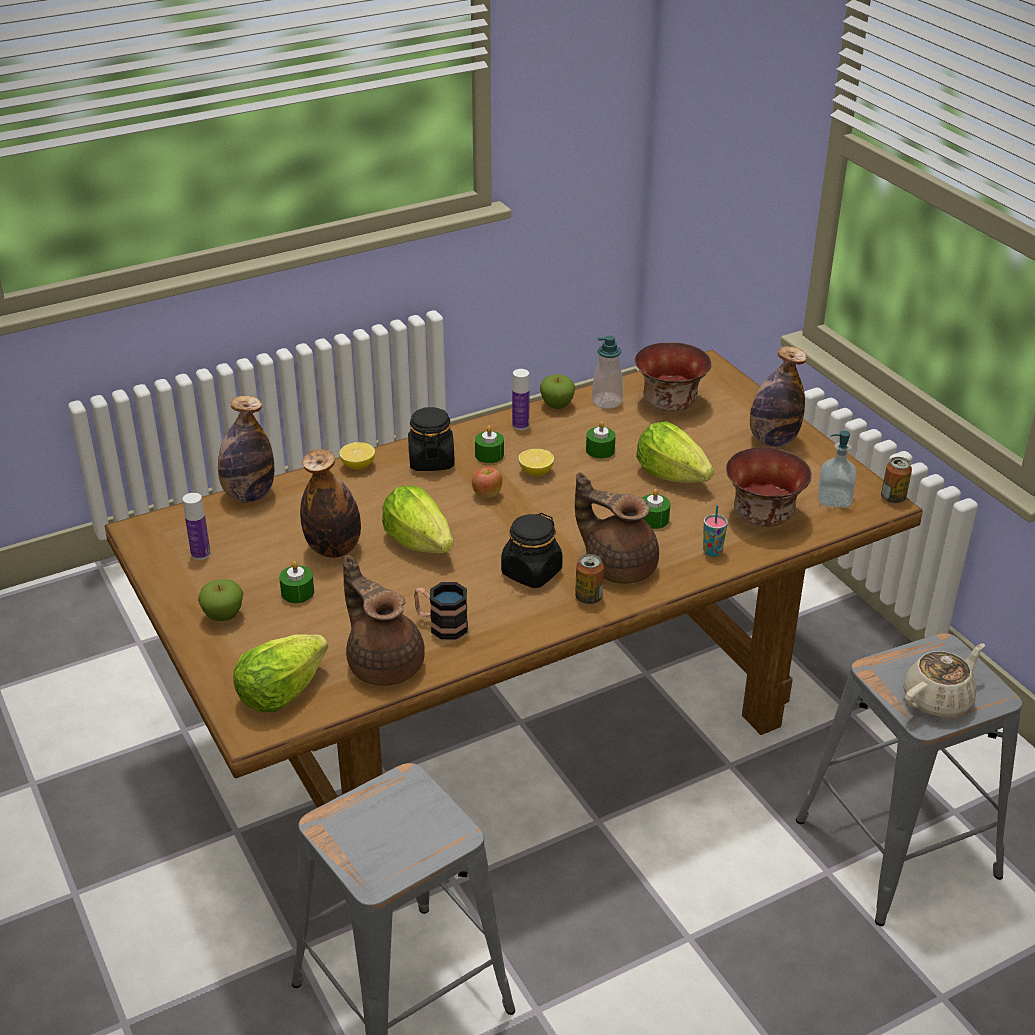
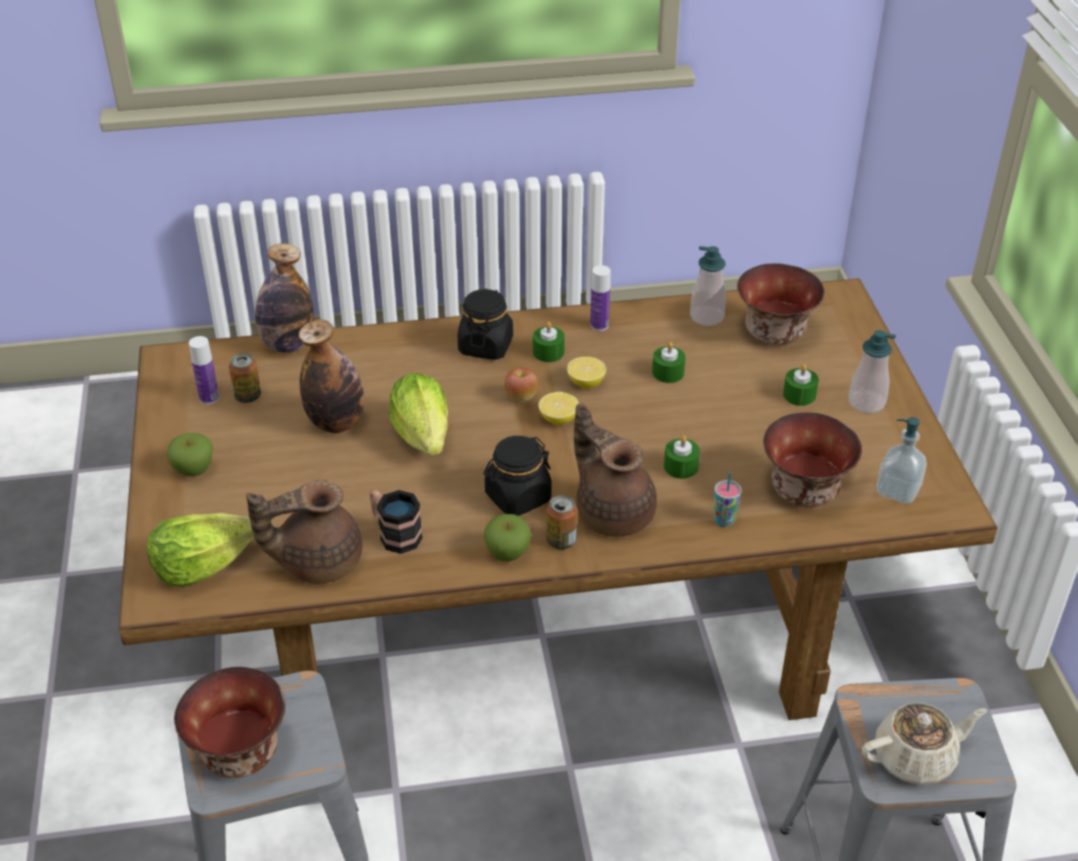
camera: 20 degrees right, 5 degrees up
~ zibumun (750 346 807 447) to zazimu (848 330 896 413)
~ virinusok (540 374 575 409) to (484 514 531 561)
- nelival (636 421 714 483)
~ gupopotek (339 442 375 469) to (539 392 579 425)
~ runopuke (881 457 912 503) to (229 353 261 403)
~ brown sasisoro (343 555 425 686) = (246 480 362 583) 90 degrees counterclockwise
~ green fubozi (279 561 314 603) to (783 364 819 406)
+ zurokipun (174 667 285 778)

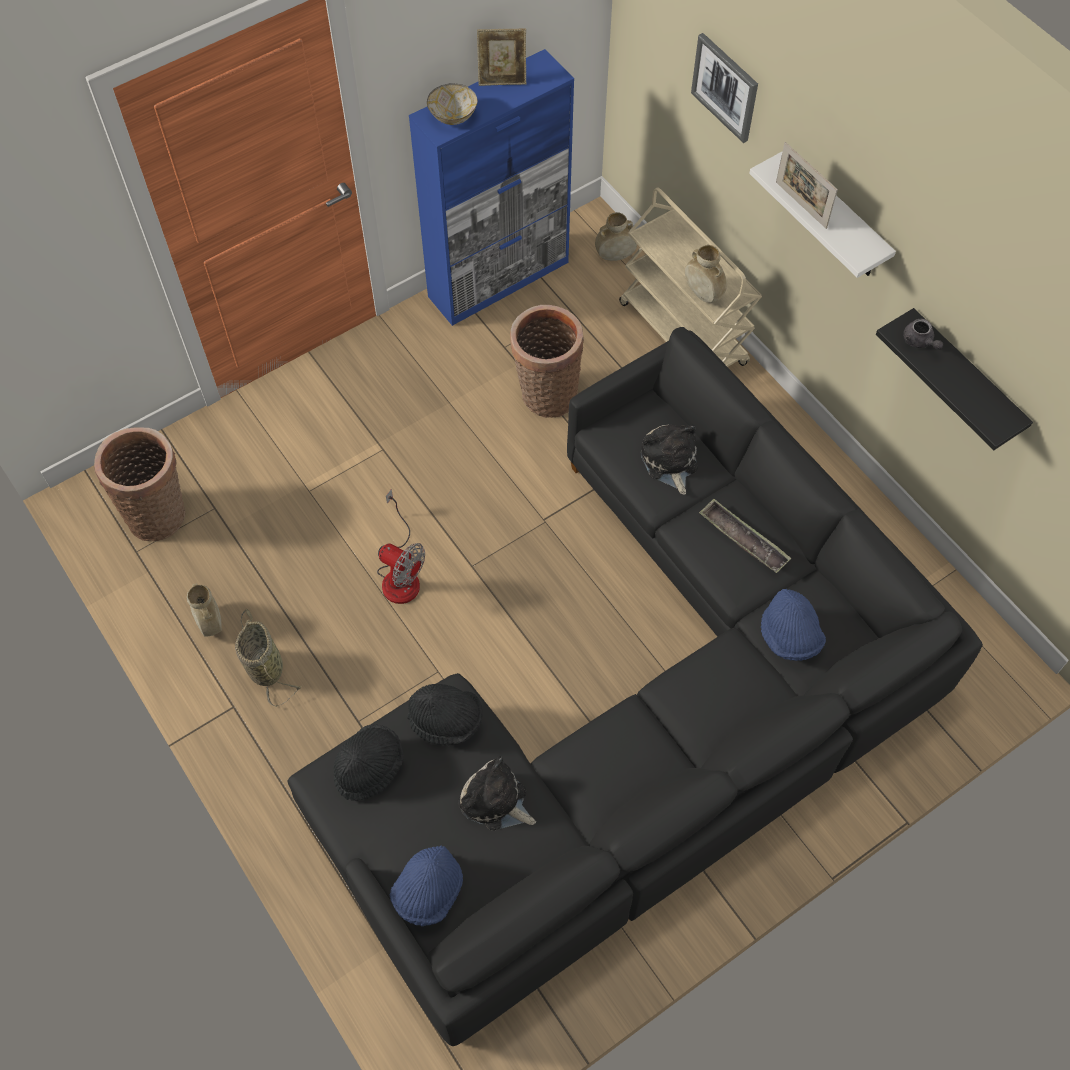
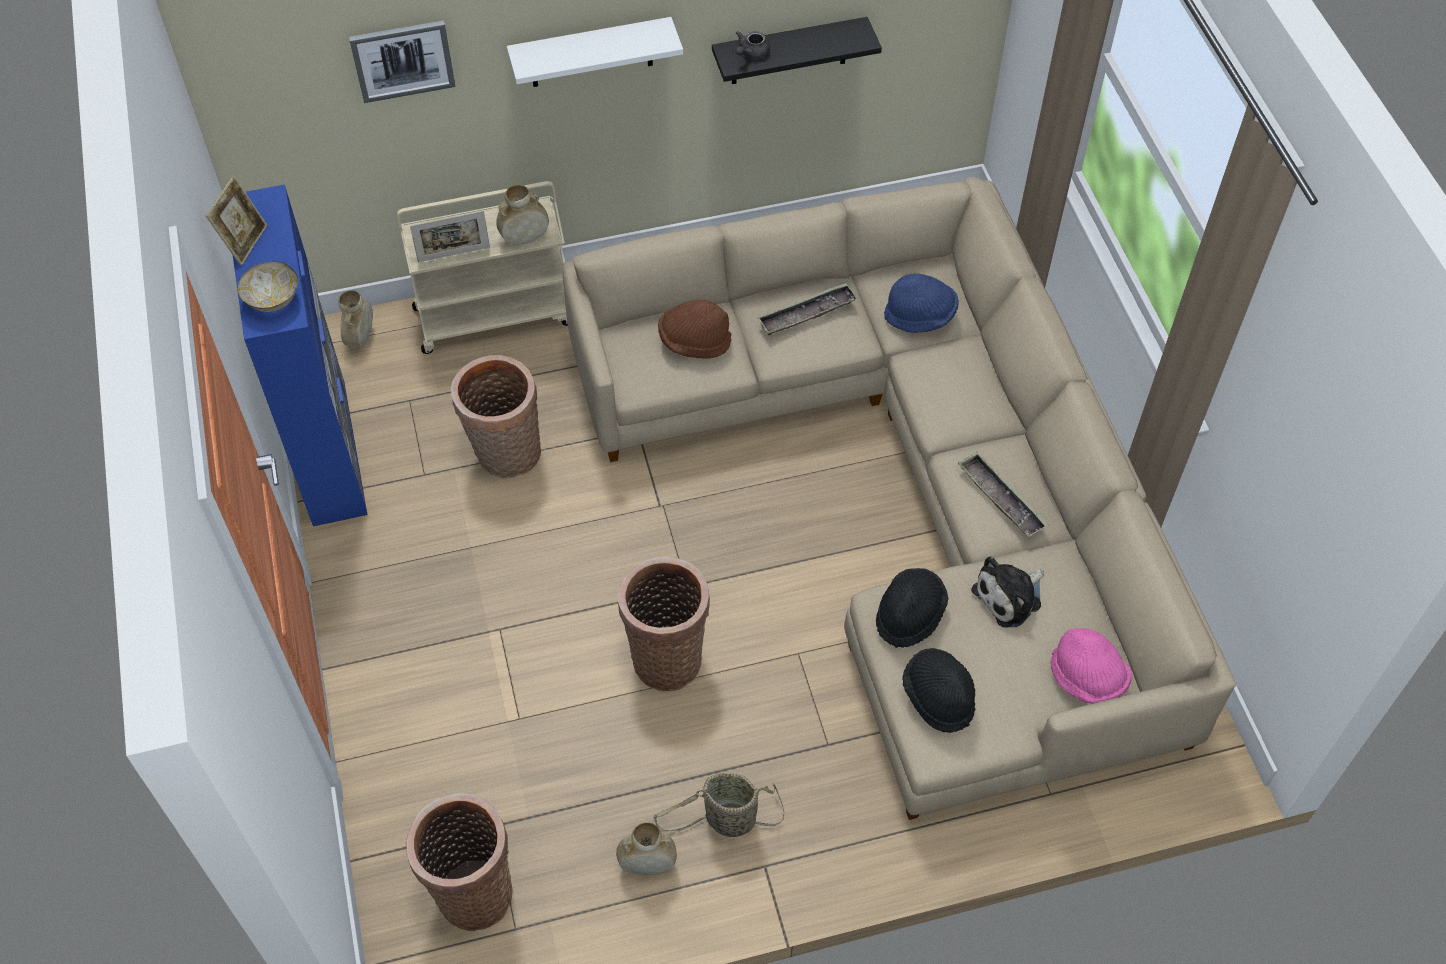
camera: 70 degrees left, 5 degrees down
~ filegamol (776 142 838 229) to (410 211 490 262)
~ grey sasisoro (903 319 943 350) = (736 31 770 59) 135 degrees clockwise
~ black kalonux (287 327 983 1046) to beige kalonux (562 177 1236 820)
~ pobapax (641 424 698 495) to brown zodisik (658 300 731 359)
~ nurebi (377 489 425 604) to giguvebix (618 557 710 691)
~ blue zodisik (390 846 463 926) to pink zodisik (1050 628 1132 704)
+ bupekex (958 452 1048 537)

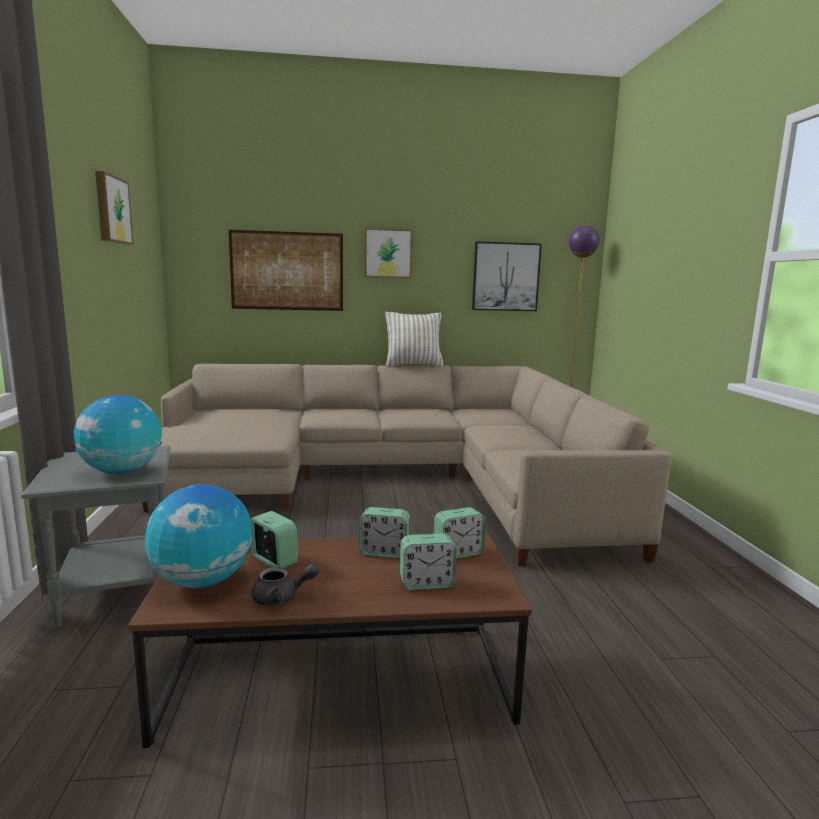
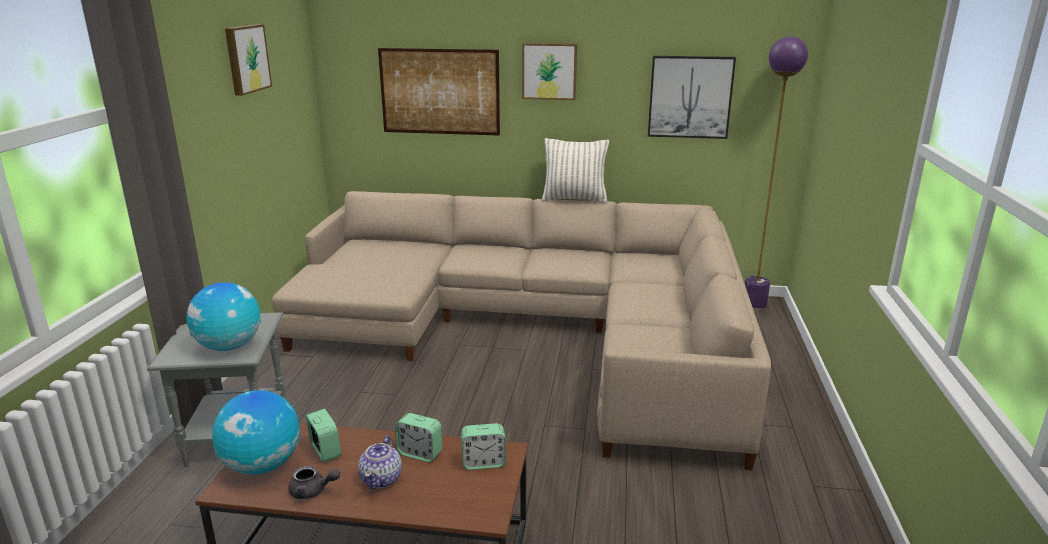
camera: 15 degrees right, 10 degrees up
- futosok (400 533 456 590)
+ sasisoro (358 435 402 489)

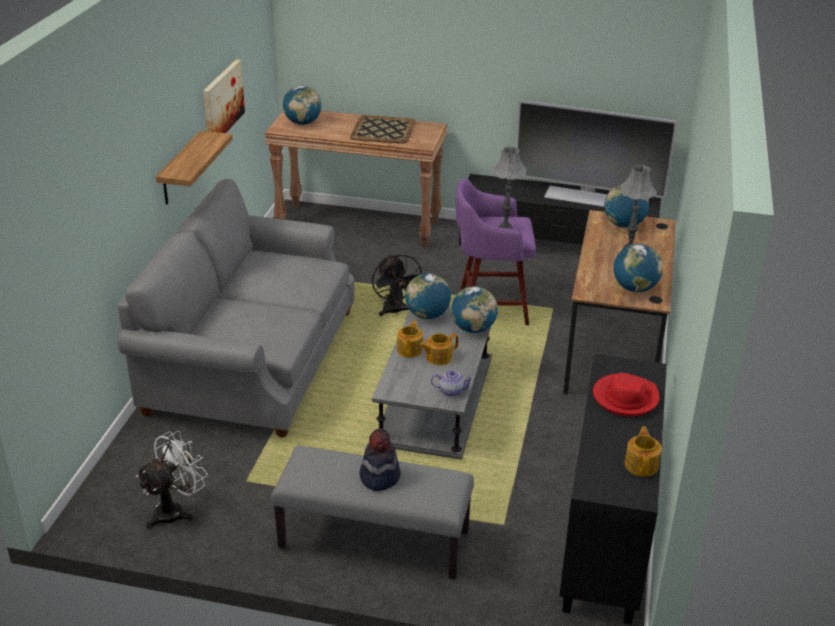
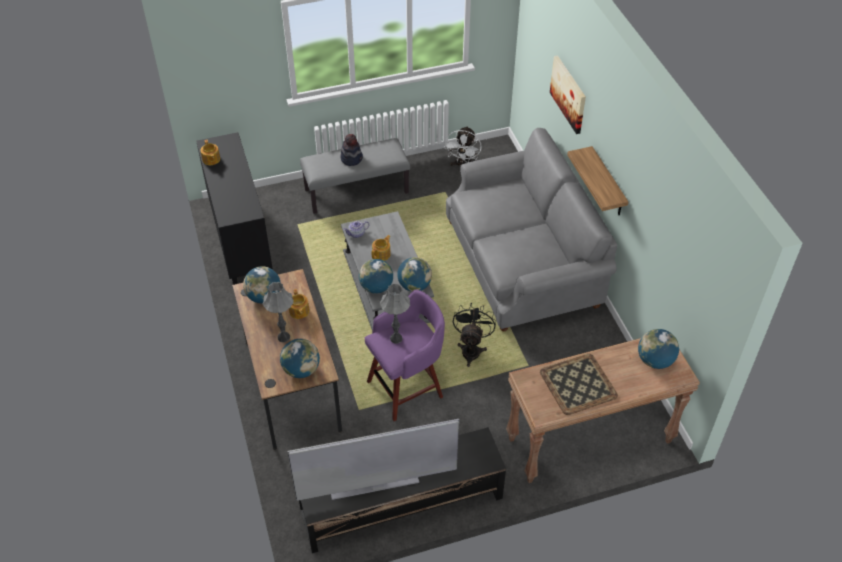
camera: 150 degrees right, 15 degrees up
~ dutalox (203 59 245 133) to (550 55 586 134)
~ black nurebi (372 254 422 316) = (453 303 496 367) 60 degrees clockwise
~ sasisoro (397 320 423 357) to (289 289 310 319)
- red zodisik (593 373 659 416)

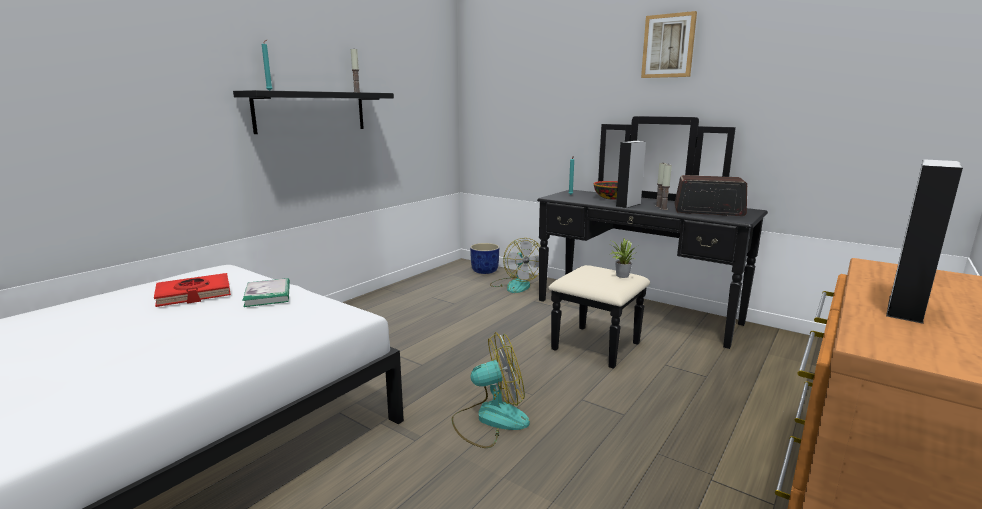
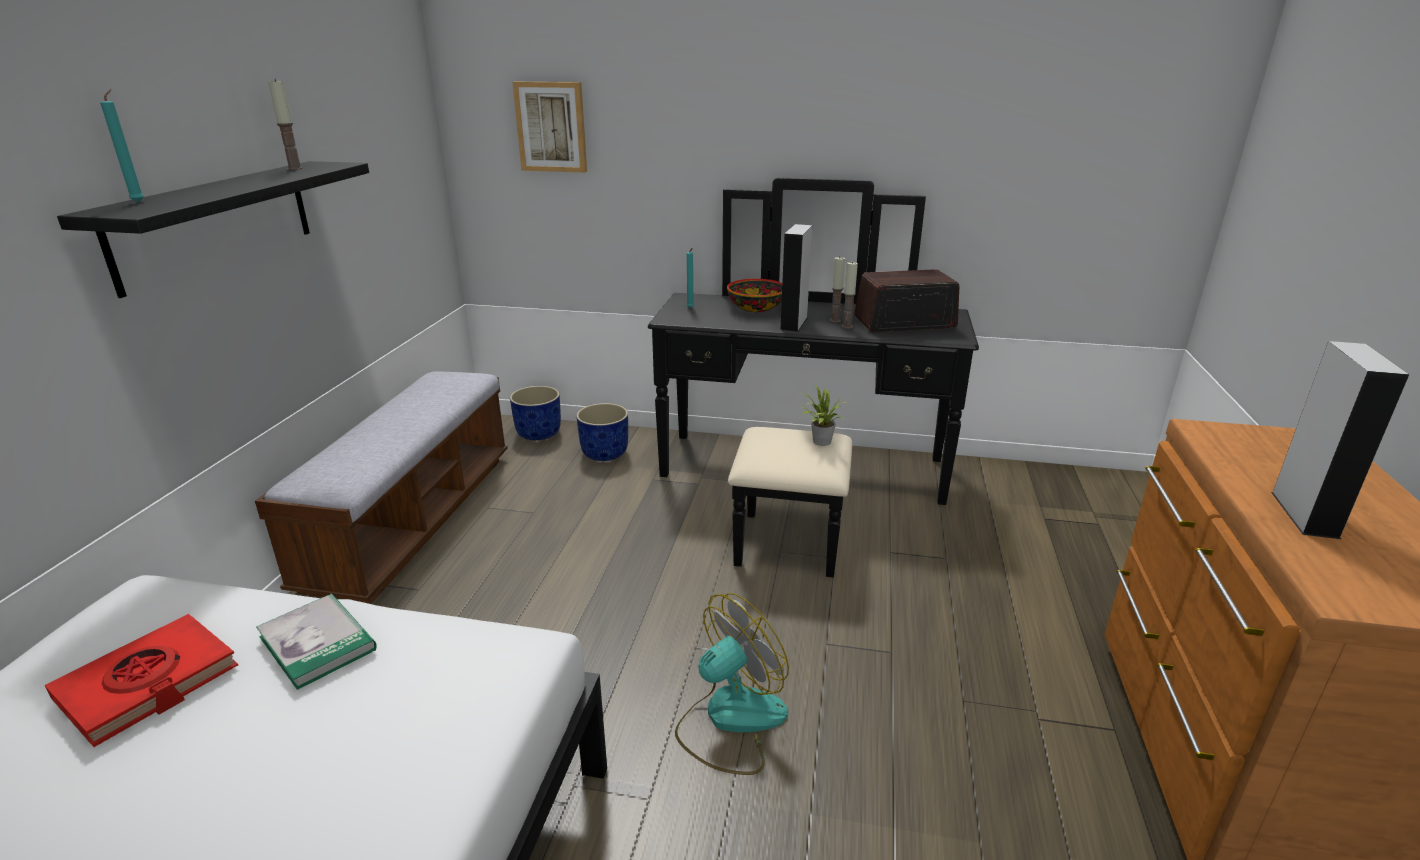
camera: 25 degrees left, 10 degrees up
~ dutalox (641 11 697 78) to (513 82 587 173)
~ nurebi (490 238 541 293) to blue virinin (576 403 628 461)
+ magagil (255 371 508 604)

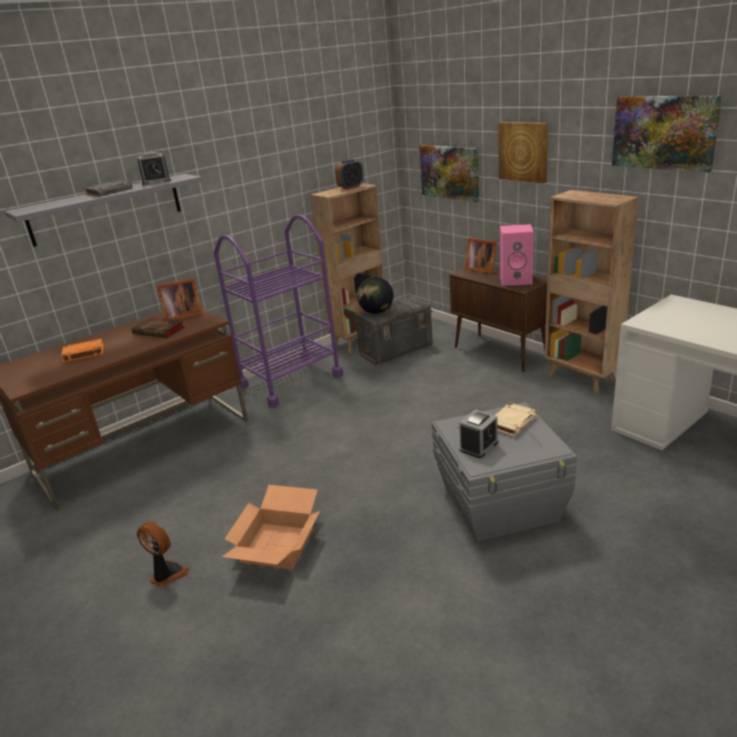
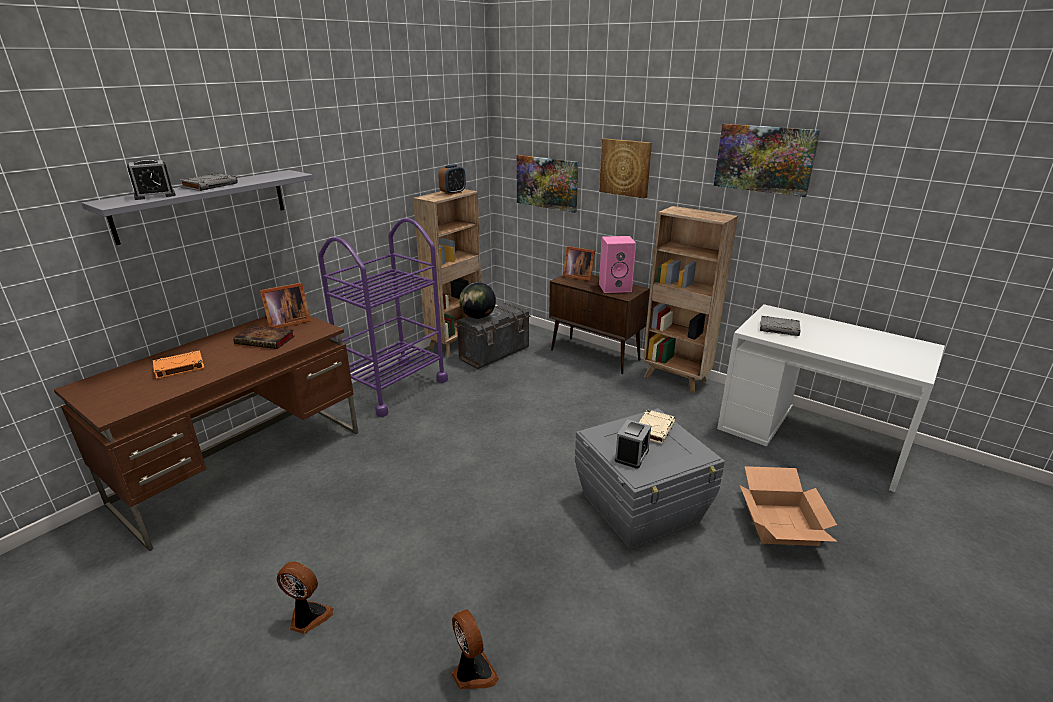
camera: 15 degrees left, 0 degrees up
~ futosok (137 152 171 185) to (127 158 176 200)
~ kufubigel (222 485 320 570) to (740 466 838 546)
+ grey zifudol (760 316 801 336)
+ nurebi (452 609 499 689)

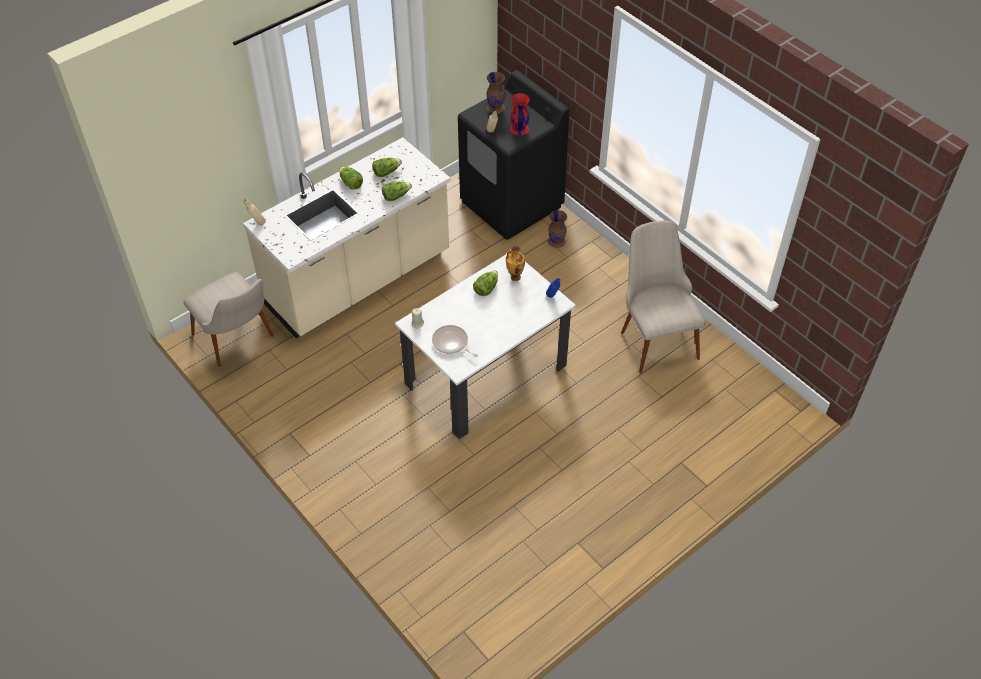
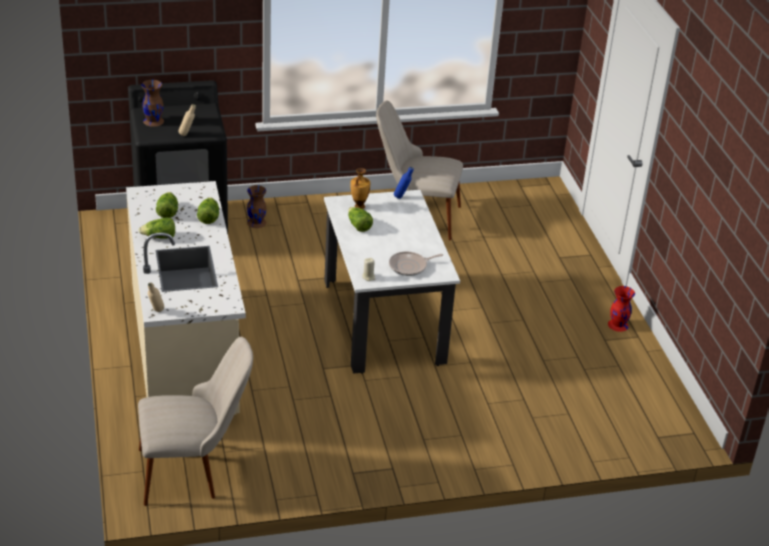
camera: 65 degrees left, 15 degrees down
~ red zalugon (510 93 530 135) to (608 286 635 332)

